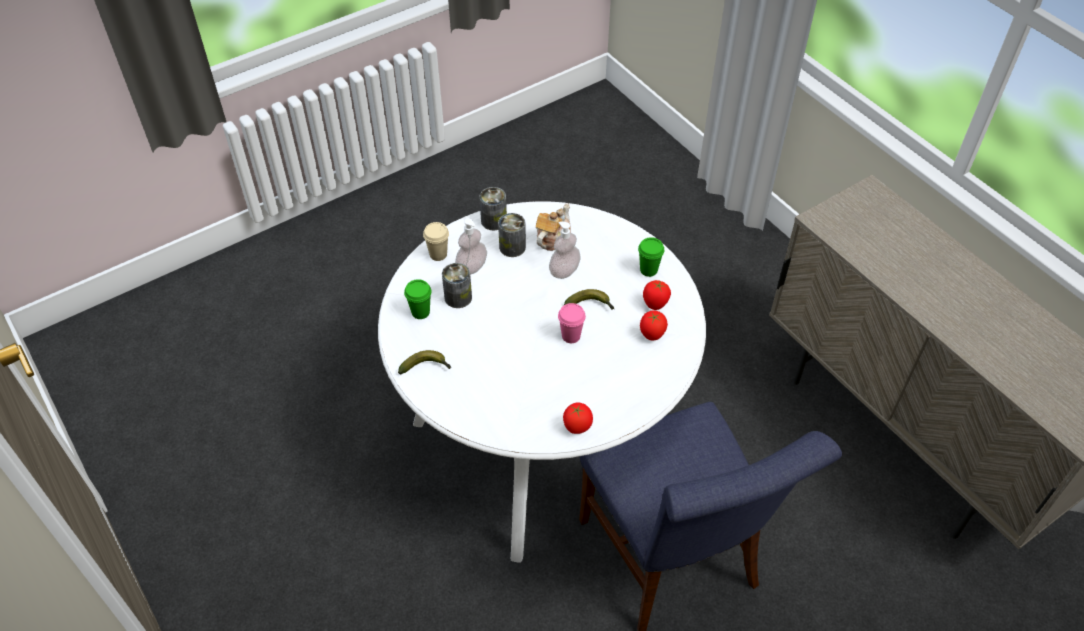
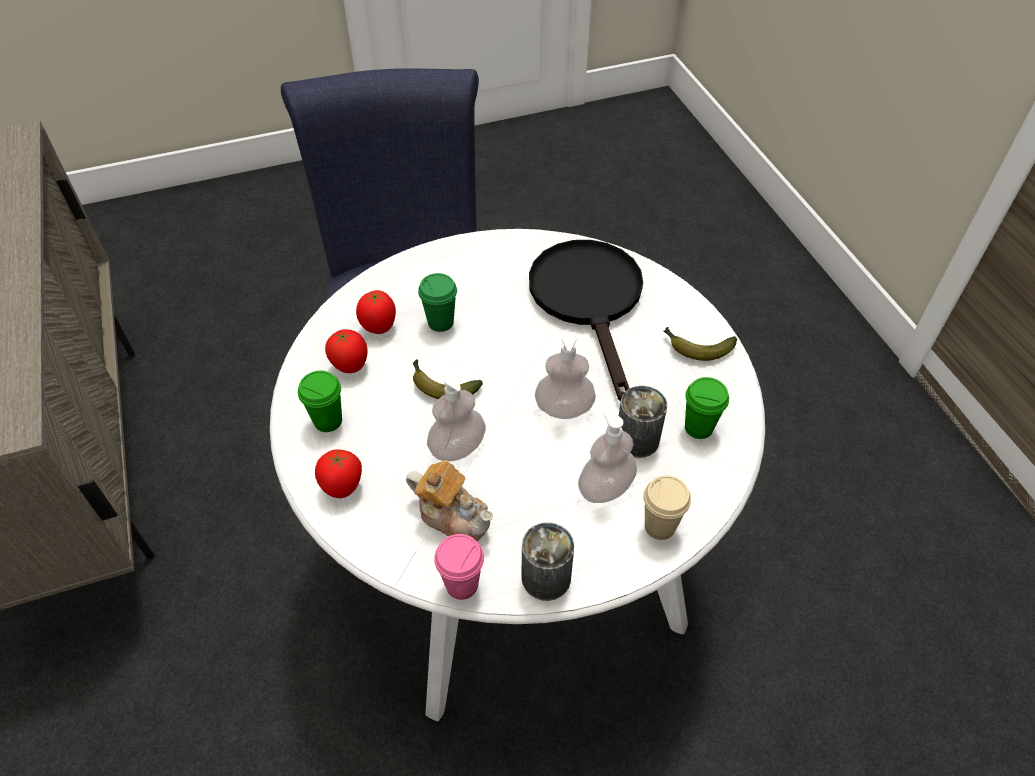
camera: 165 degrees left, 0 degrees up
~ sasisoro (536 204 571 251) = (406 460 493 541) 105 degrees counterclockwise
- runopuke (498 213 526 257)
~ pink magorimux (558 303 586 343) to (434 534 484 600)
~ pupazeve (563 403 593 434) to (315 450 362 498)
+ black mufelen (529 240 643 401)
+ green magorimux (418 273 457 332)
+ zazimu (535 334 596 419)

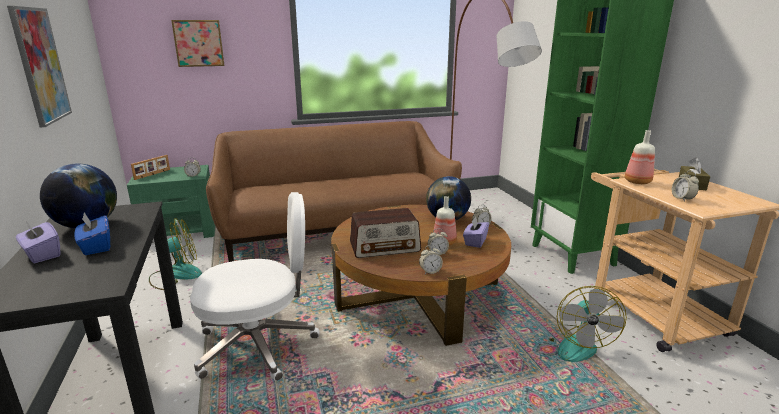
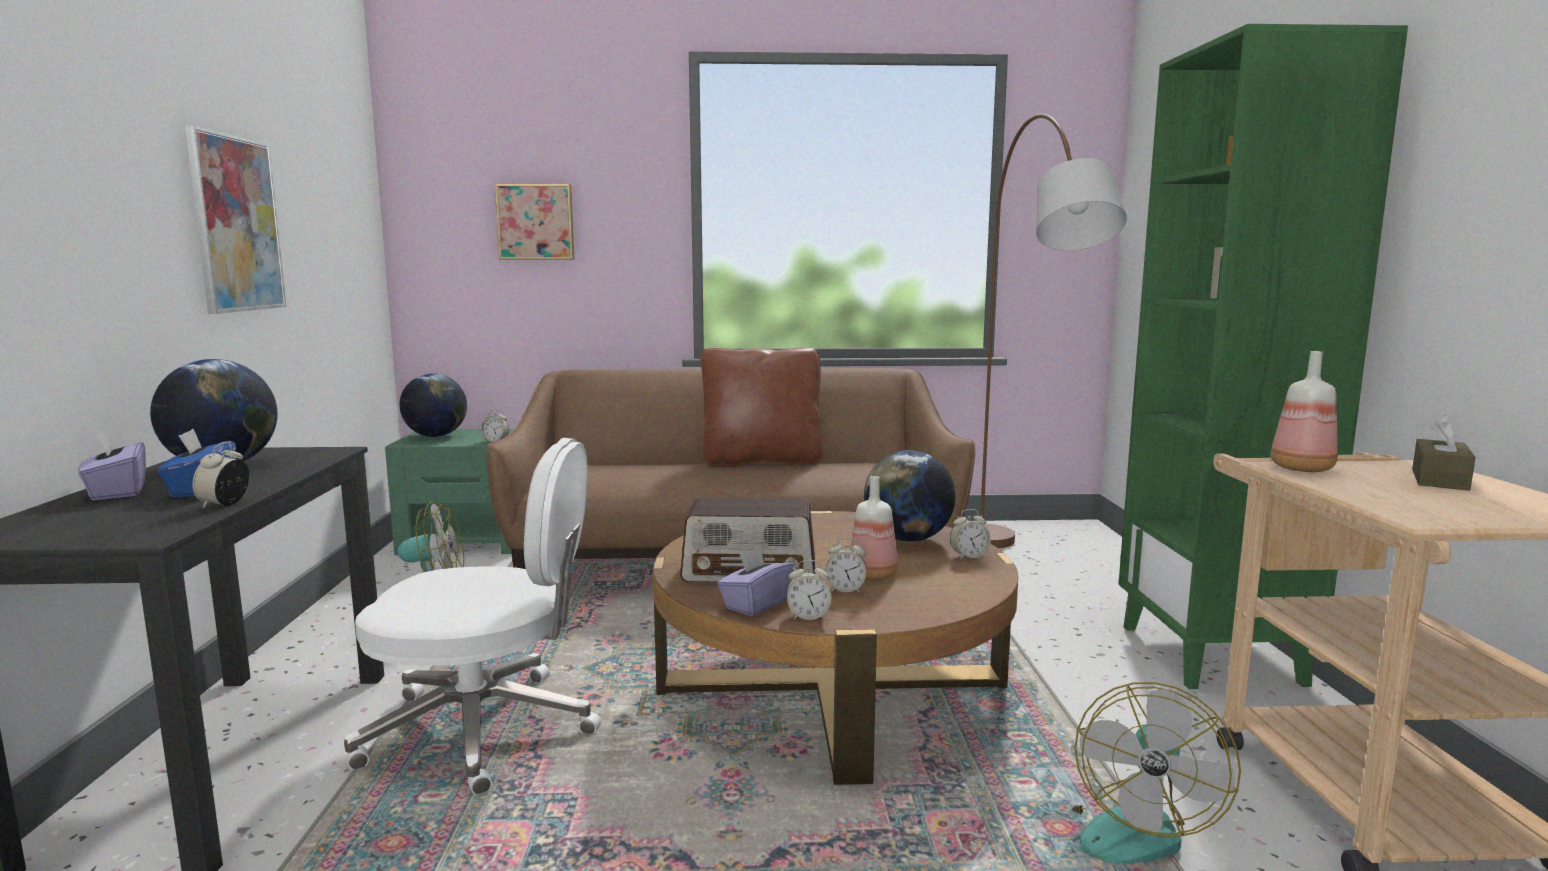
camera: 15 degrees right, 10 degrees down
~ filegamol (131 155 170 180) to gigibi (400 373 467 437)
~ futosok (672 171 699 202) to (192 442 249 508)
~ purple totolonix (463 217 489 248) to (717 546 794 616)
+ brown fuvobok (701 348 824 466)

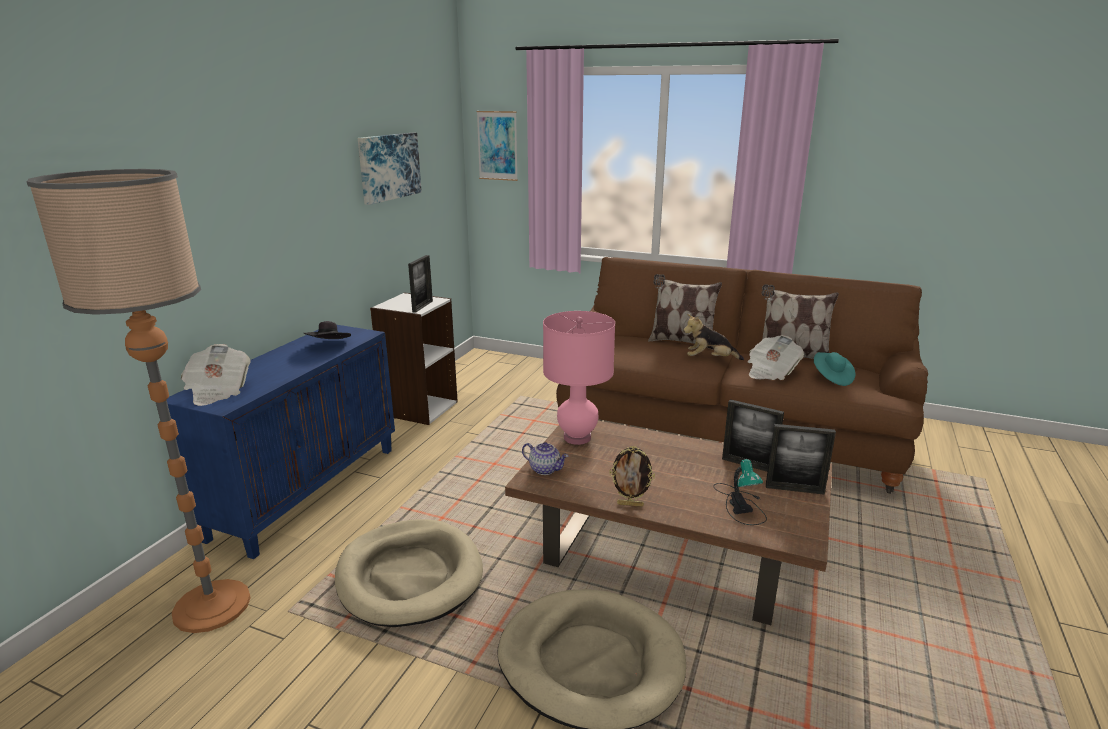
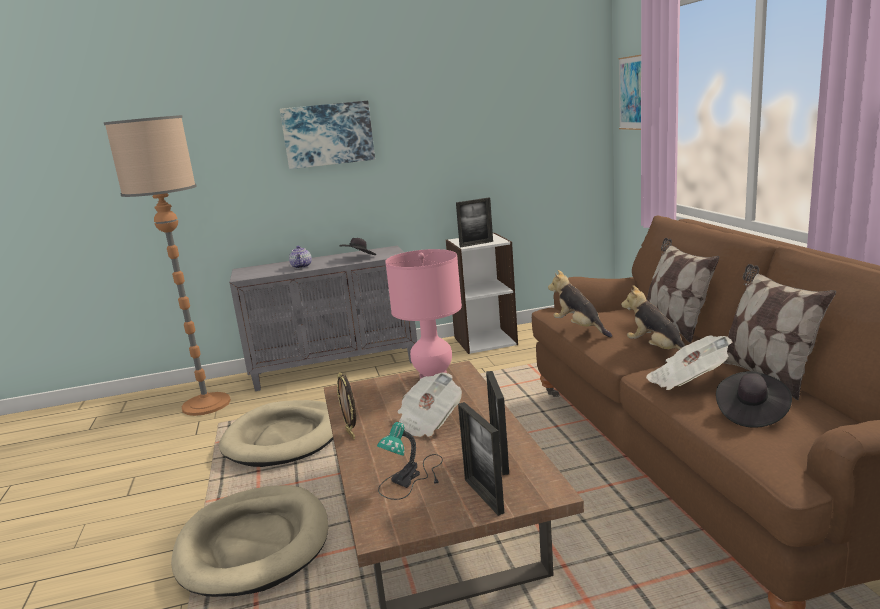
camera: 55 degrees right, 5 degrees down
~ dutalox (358 133 422 205) to (280 101 375 169)
~ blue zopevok (167 325 395 559) to grey zopevok (229 246 417 391)
~ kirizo (181 344 250 406) to (397 372 462 437)
~ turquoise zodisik (814 352 855 386) to black zodisik (716 371 792 428)
~ sasisoro (522 442 569 475) to (289 246 312 269)
+ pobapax (548 270 612 337)

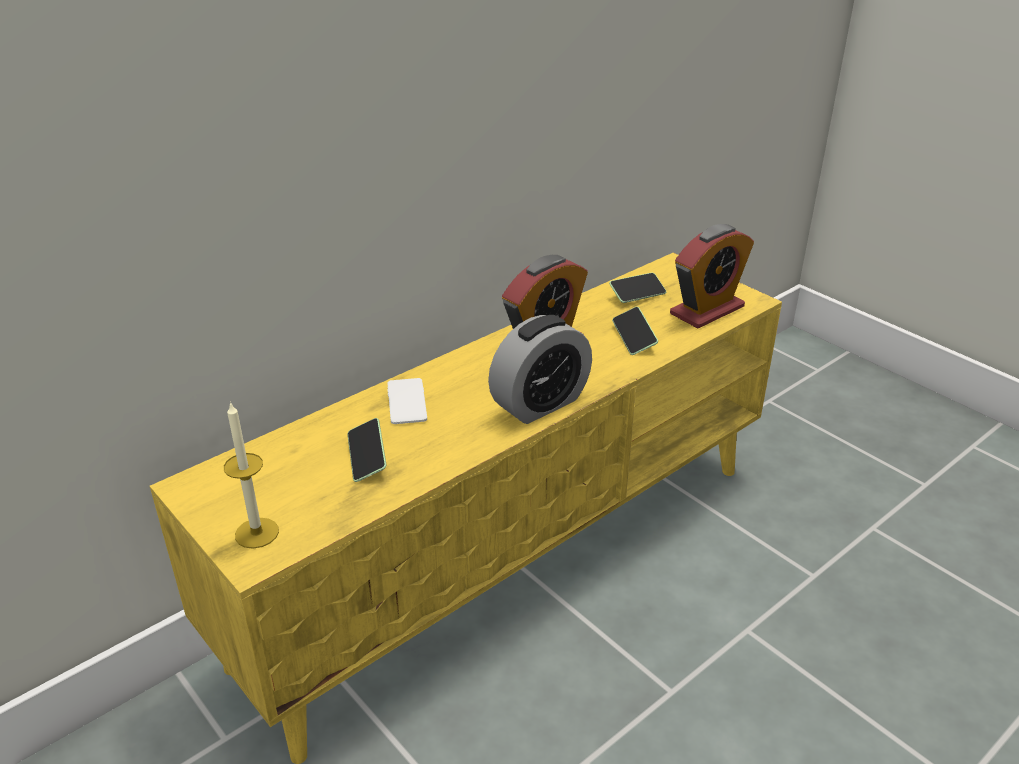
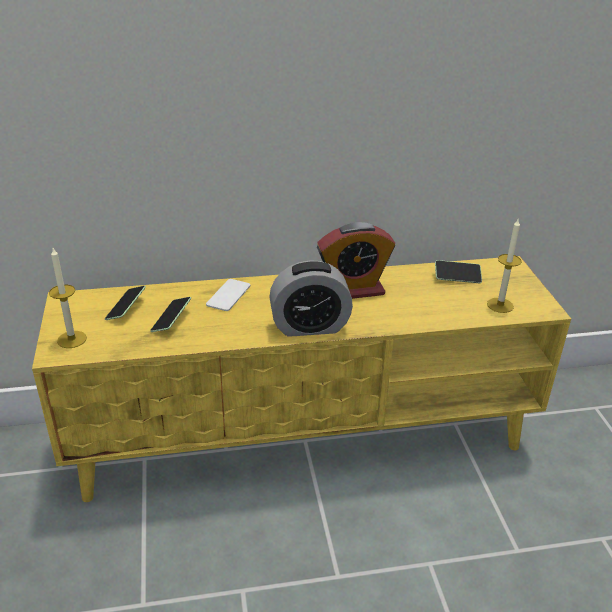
camera: 30 degrees right, 0 degrees up
~ futosok (670 224 754 328) to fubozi (487 218 522 313)
~ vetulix (612 307 658 355) to (105 286 146 320)

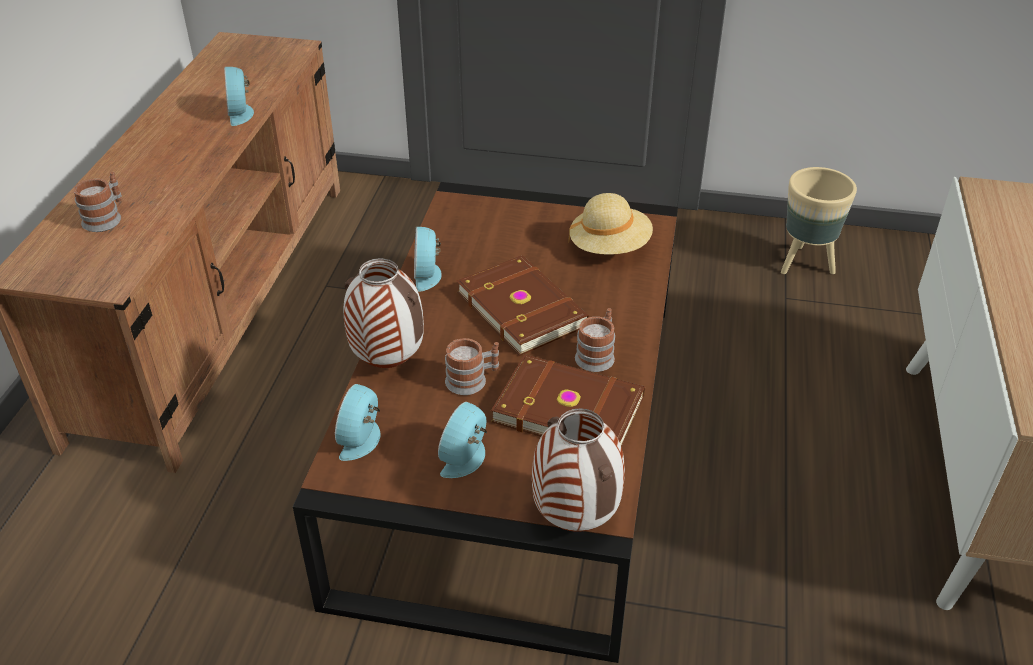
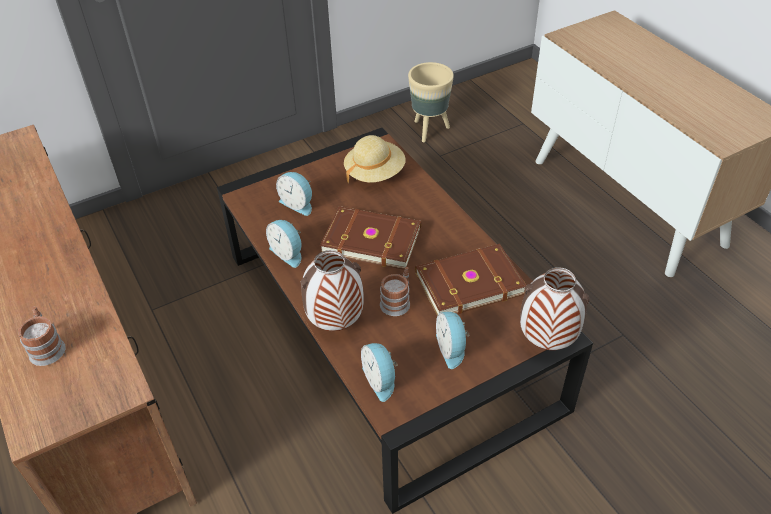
camera: 40 degrees left, 5 degrees up
~ futosok (224 67 254 126) to (276 172 312 216)
- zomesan (575 308 615 372)

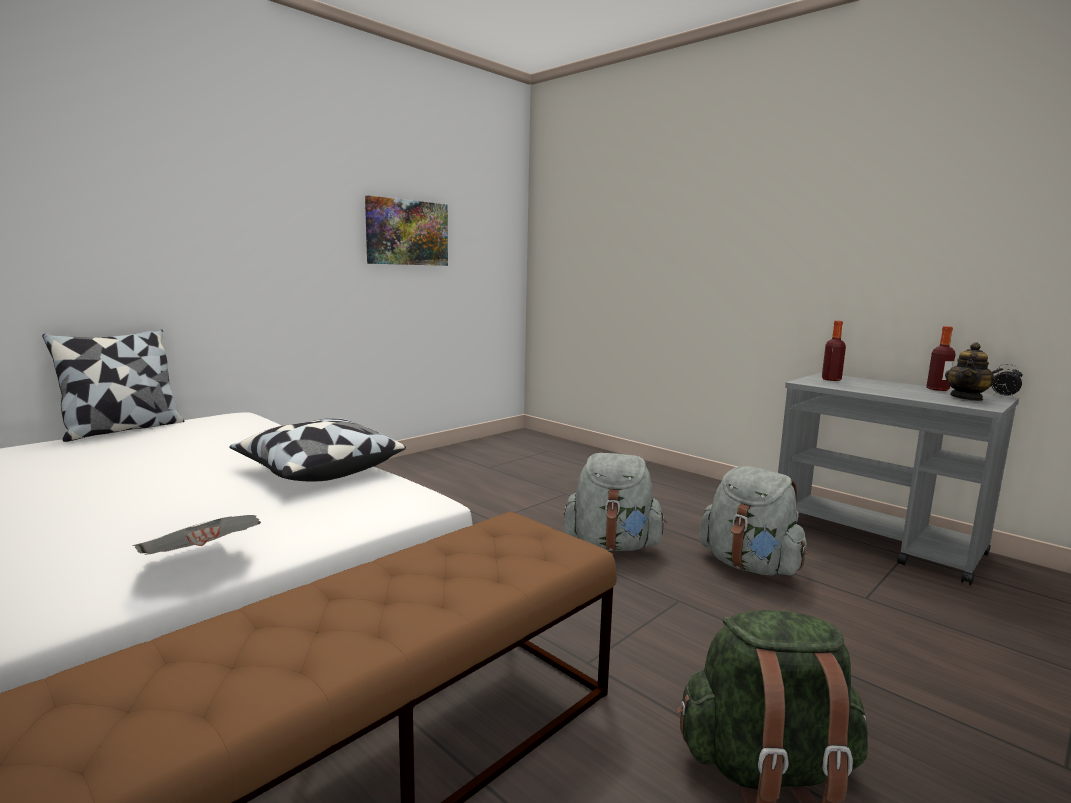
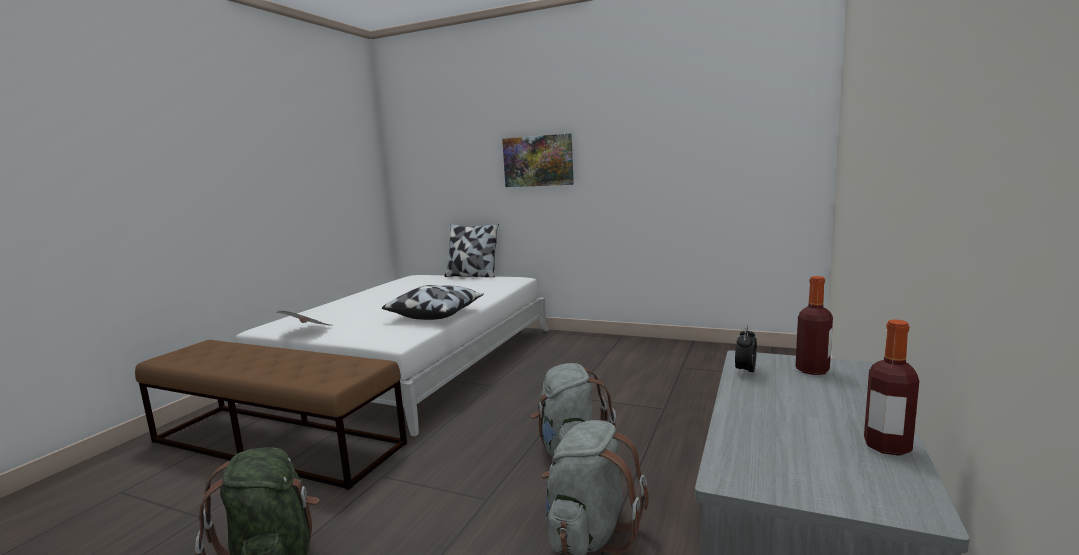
camera: 70 degrees right, 0 degrees up
~ dutalox (365 195 448 266) to (502 133 574 187)
- sasisoro (945 342 996 401)
~ futosok (992 364 1023 398) to (735 326 757 376)

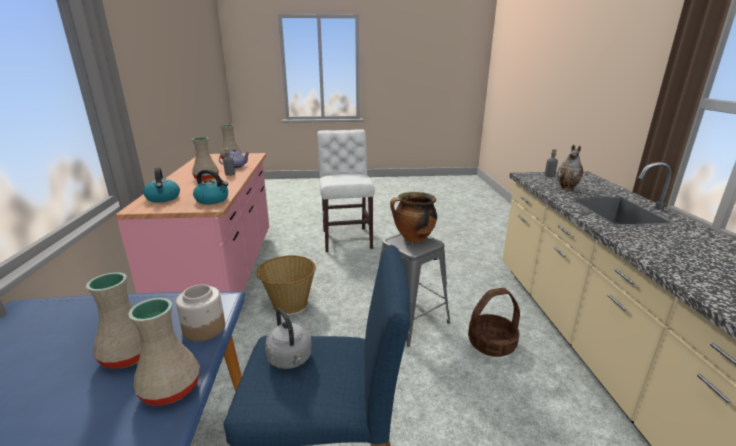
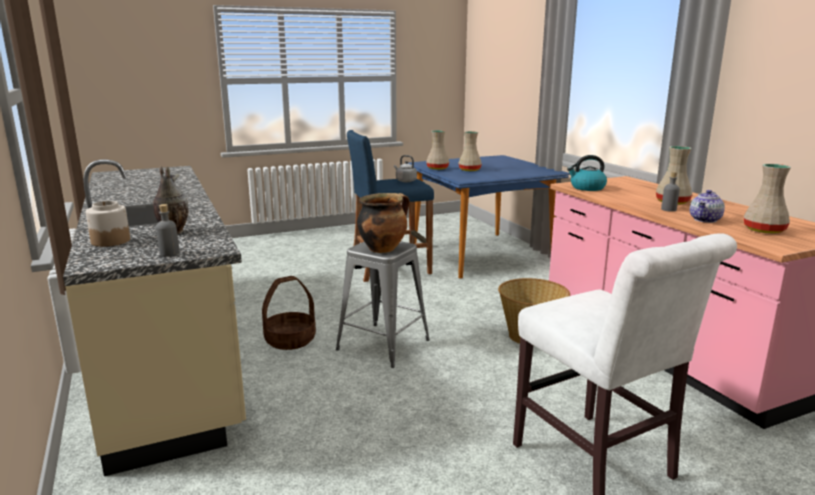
camera: 160 degrees right, 5 degrees down
- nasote (143 168 180 202)
~ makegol (176 284 225 341) to (86 201 130 247)

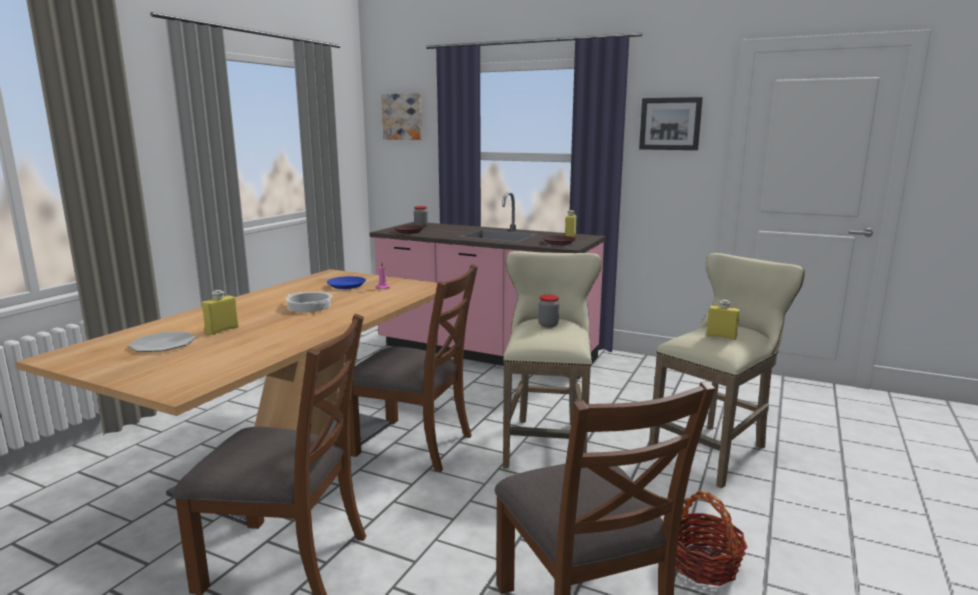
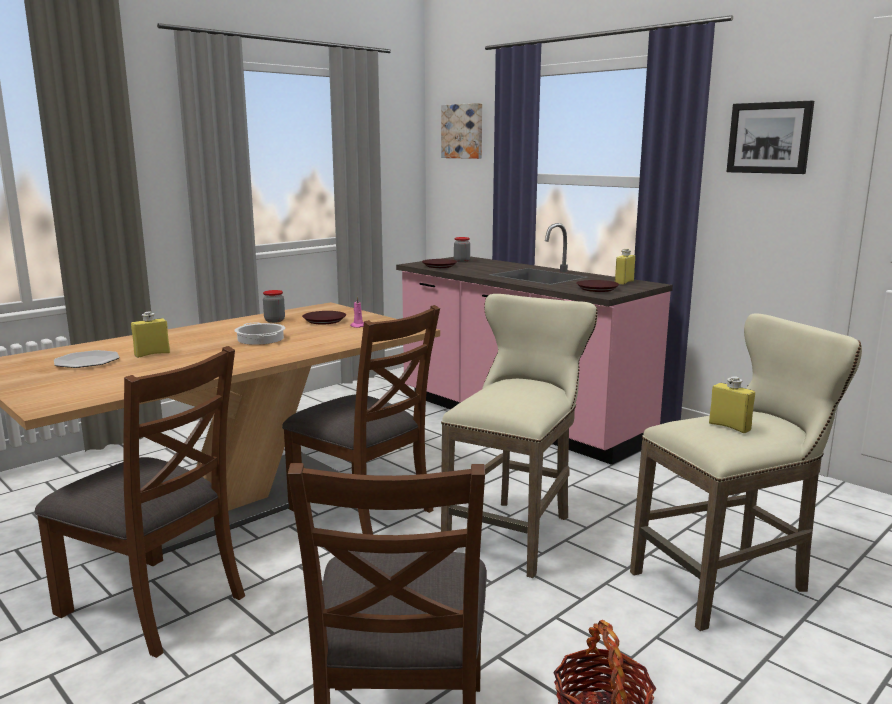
camera: 20 degrees right, 0 degrees up
~ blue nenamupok (327 276 366 289) to brown nenamupok (302 311 346 324)
~ makegol (538 295 559 328) to (263 290 285 323)

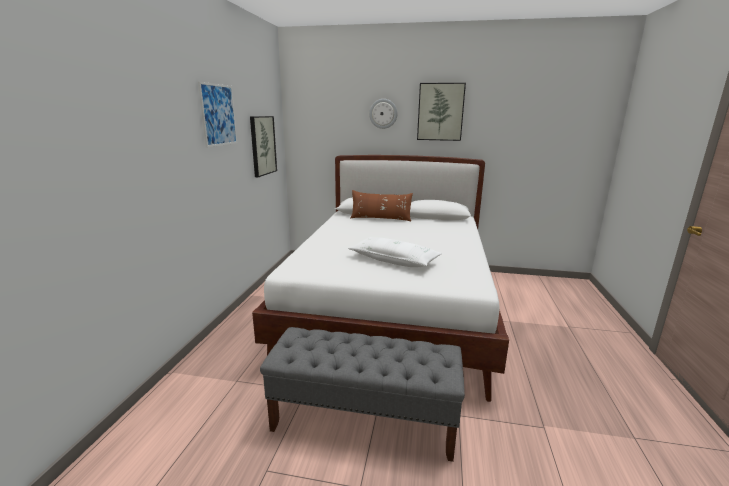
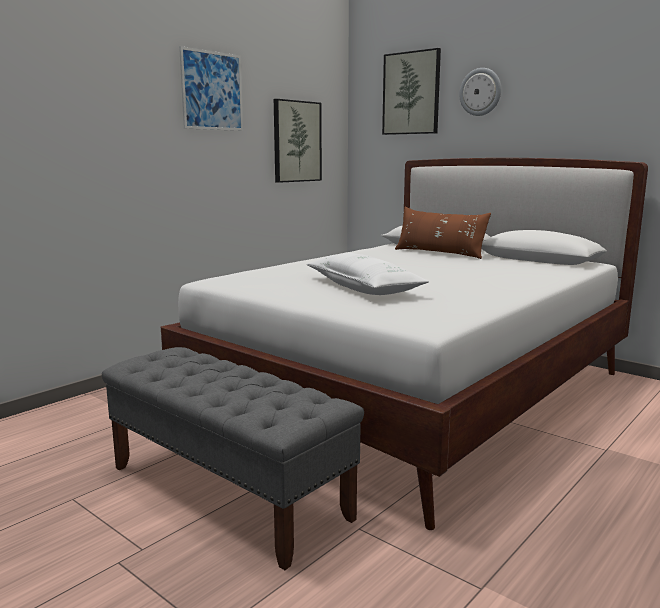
camera: 30 degrees right, 5 degrees down
~ dutalox (417 83 466 141) to (382 48 441 135)

